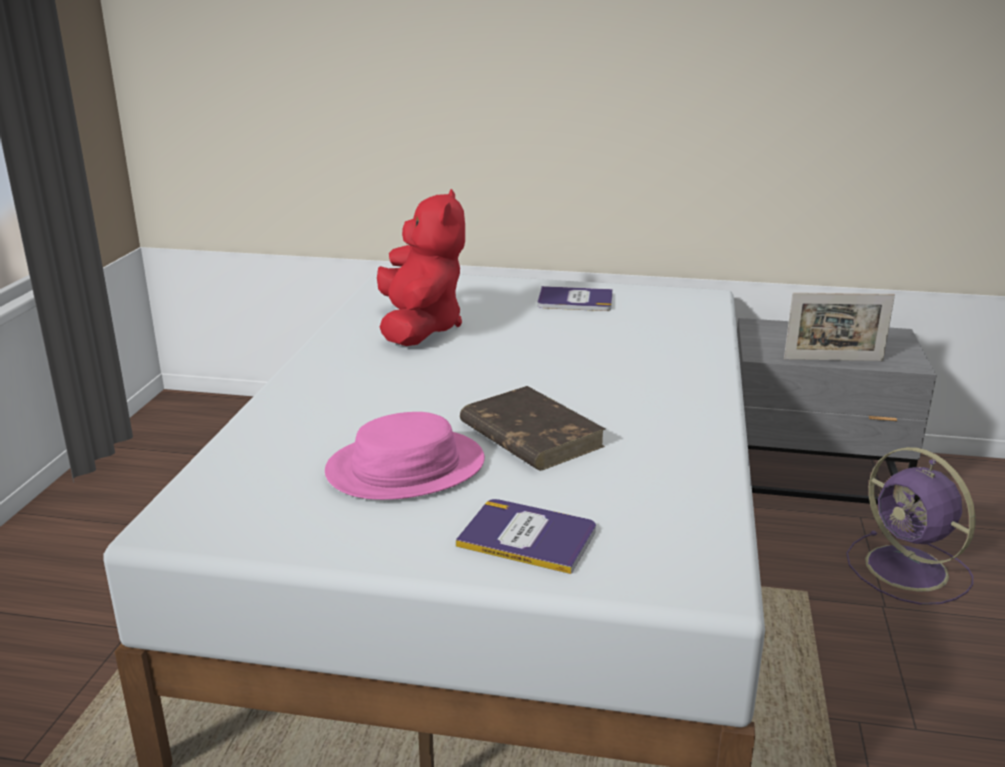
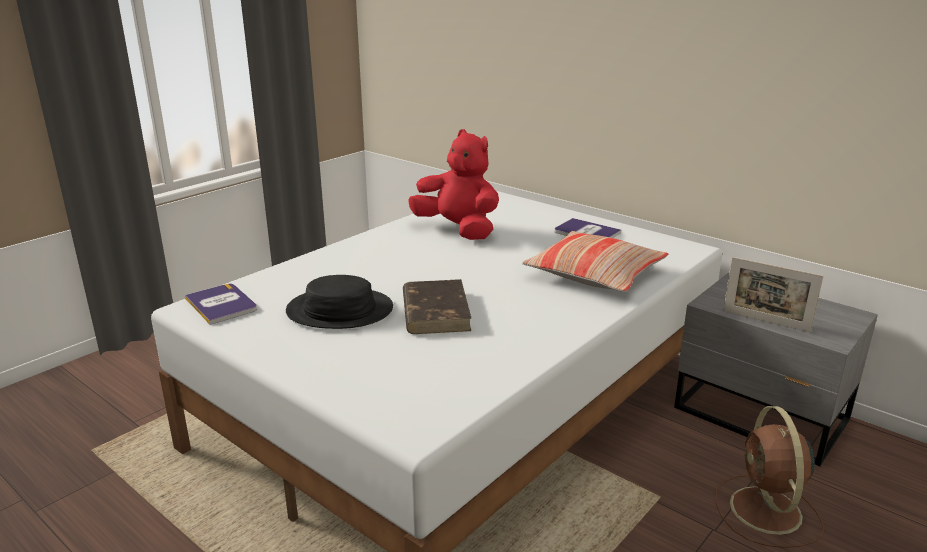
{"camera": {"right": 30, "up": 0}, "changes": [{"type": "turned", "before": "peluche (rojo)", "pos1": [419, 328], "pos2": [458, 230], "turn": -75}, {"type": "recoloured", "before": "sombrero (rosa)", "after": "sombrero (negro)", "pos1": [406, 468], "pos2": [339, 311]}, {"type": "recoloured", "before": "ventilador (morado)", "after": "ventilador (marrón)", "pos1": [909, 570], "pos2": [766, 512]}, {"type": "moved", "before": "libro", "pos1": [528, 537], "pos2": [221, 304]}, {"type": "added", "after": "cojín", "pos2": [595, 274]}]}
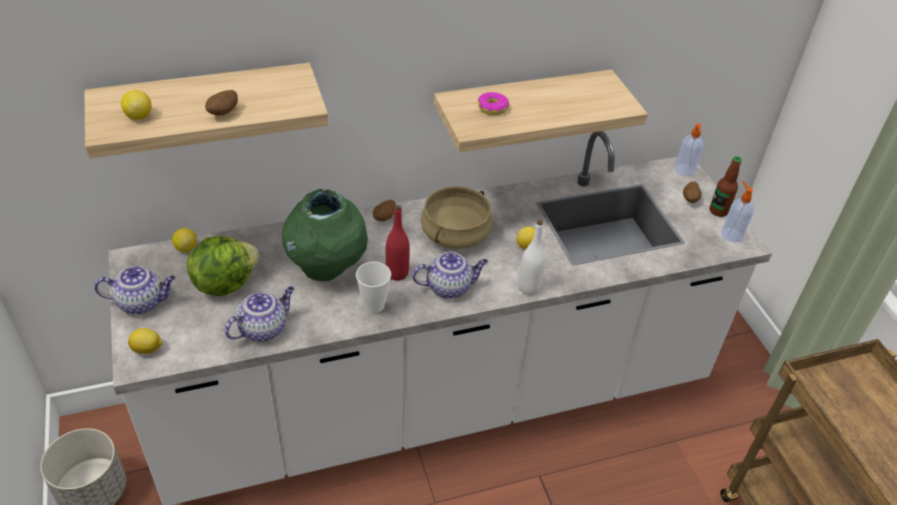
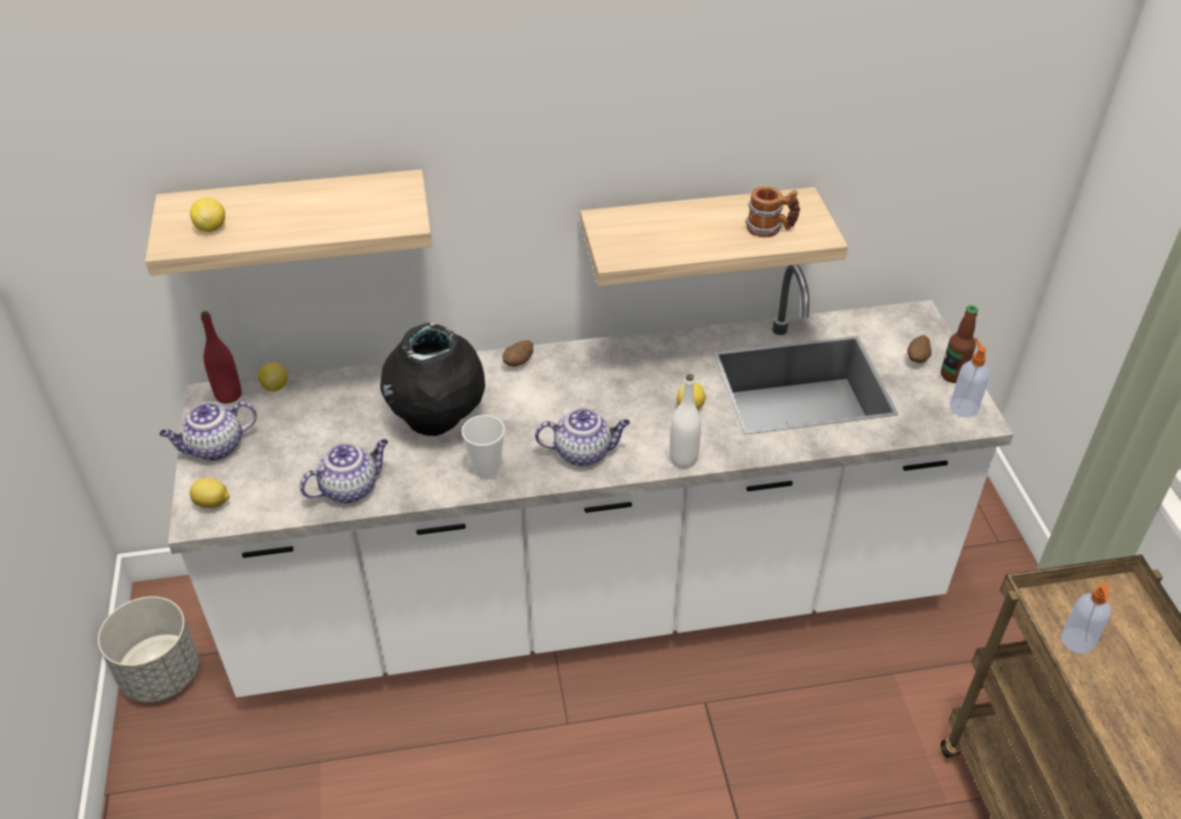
{"camera": {"right": 10, "up": 0}, "changes": [{"type": "removed", "before": "patata", "pos1": [224, 113]}, {"type": "removed", "before": "rosquilla", "pos1": [493, 108]}, {"type": "moved", "before": "dispensador de jabón", "pos1": [684, 170], "pos2": [1077, 642]}, {"type": "removed", "before": "olla (beis)", "pos1": [456, 235]}, {"type": "recoloured", "before": "florero (verde)", "after": "florero (negro)", "pos1": [327, 269], "pos2": [437, 421]}, {"type": "moved", "before": "botella (rojo)", "pos1": [397, 273], "pos2": [228, 395]}, {"type": "removed", "before": "lechuga", "pos1": [224, 283]}, {"type": "turned", "before": "tetera", "pos1": [142, 302], "pos2": [215, 448], "turn": 150}, {"type": "added", "after": "taza grande", "pos2": [770, 229]}]}
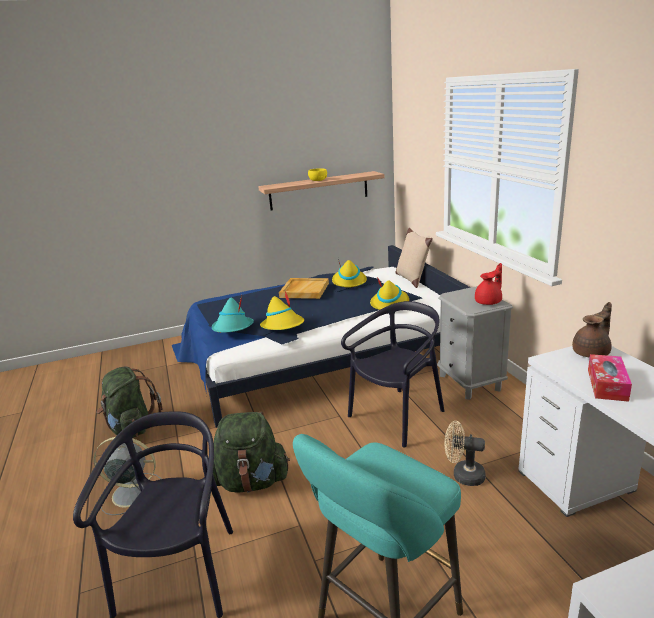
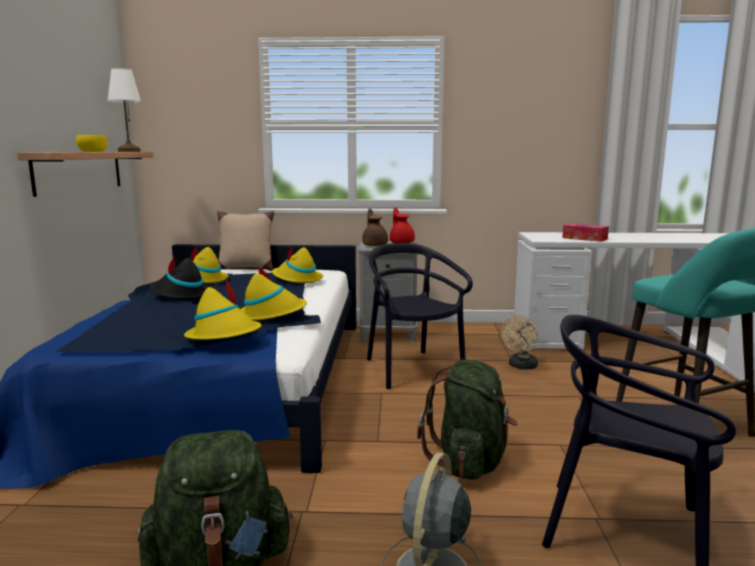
{"camera": {"right": -70, "up": -10}, "changes": [{"type": "replaced", "before": "bandeja (beis)", "after": "sombrero (negro)", "pos1": [304, 290], "pos2": [181, 295]}, {"type": "recoloured", "before": "sombrero (turquesa)", "after": "sombrero (amarillo)", "pos1": [232, 328], "pos2": [224, 336]}, {"type": "moved", "before": "tetera (marrón)", "pos1": [592, 352], "pos2": [375, 245]}, {"type": "added", "after": "lámpara de mesa (blanco)", "pos2": [128, 151]}]}
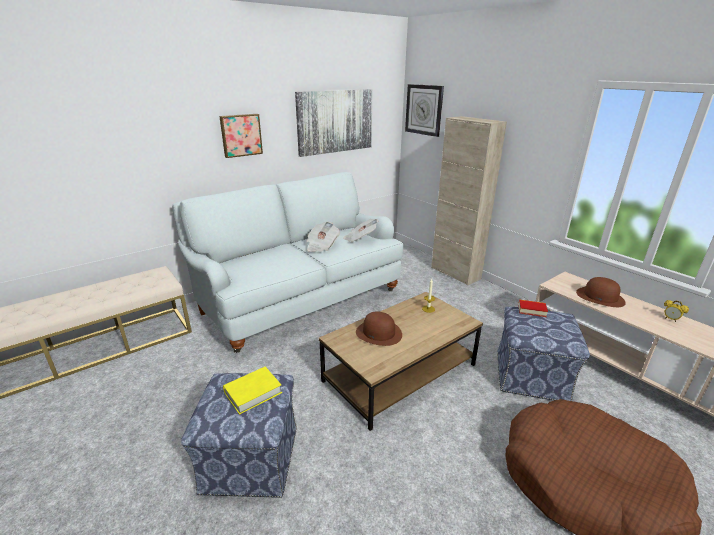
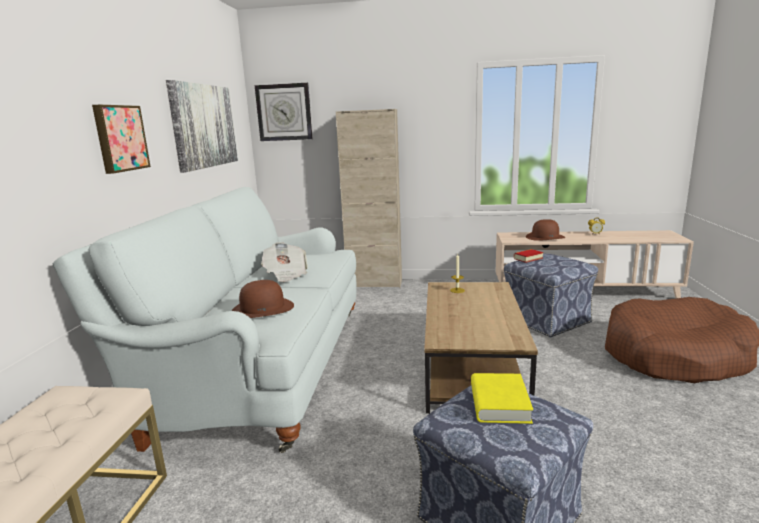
{"camera": {"right": -45, "up": -10}, "changes": [{"type": "removed", "before": "periódico", "pos1": [360, 239]}, {"type": "moved", "before": "sombrero (marrón)", "pos1": [379, 333], "pos2": [263, 308]}]}
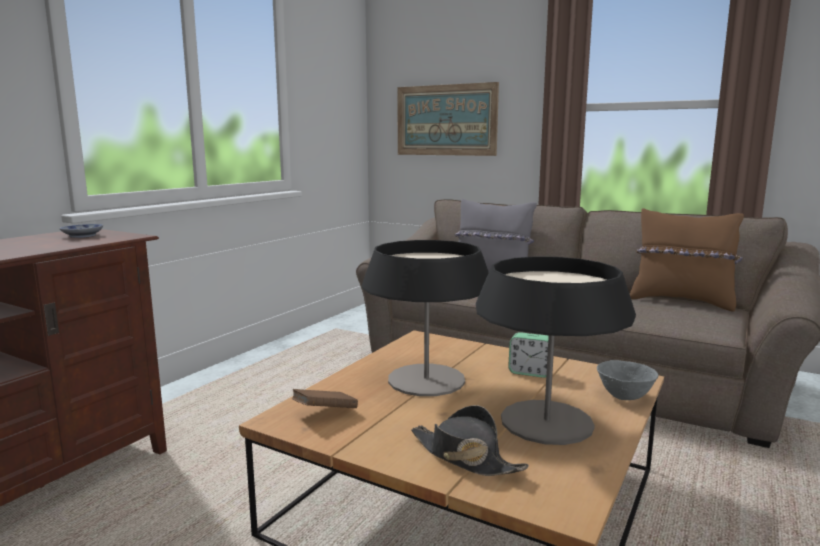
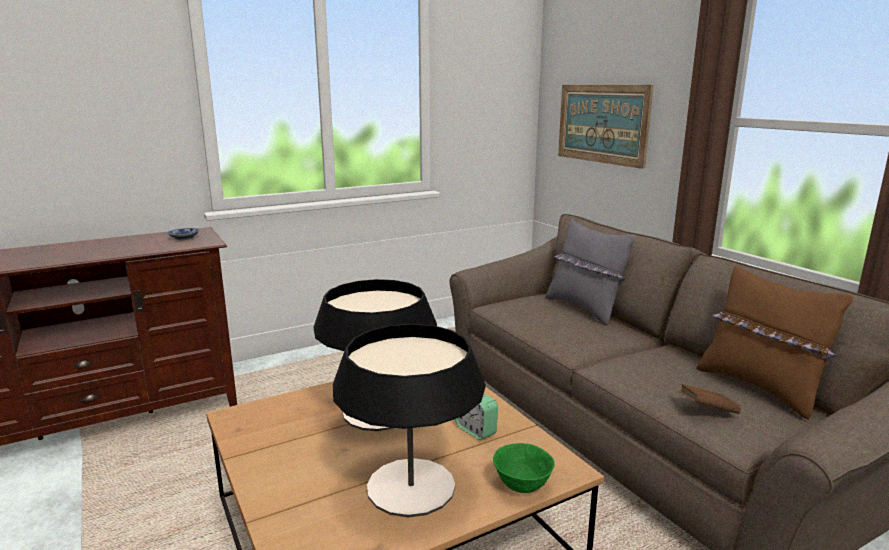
{"camera": {"right": 30, "up": 5}, "changes": [{"type": "recoloured", "before": "cuenco (gris)", "after": "cuenco (verde)", "pos1": [624, 396], "pos2": [522, 486]}, {"type": "moved", "before": "libro (marrón)", "pos1": [325, 413], "pos2": [707, 410]}, {"type": "removed", "before": "sombrero (negro)", "pos1": [464, 456]}]}
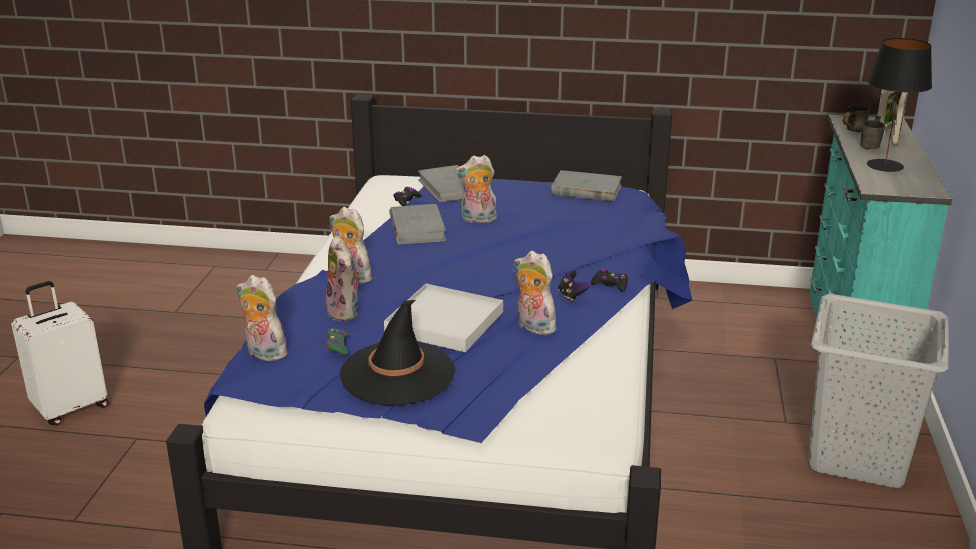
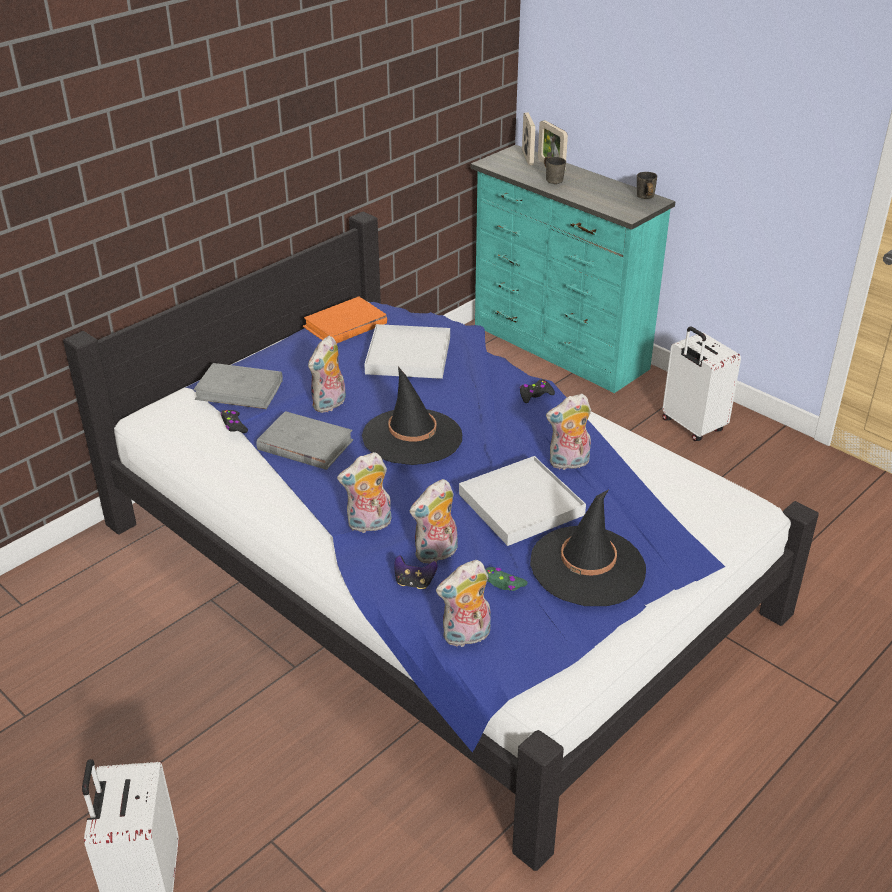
{"camera": {"right": -55, "up": 10}, "changes": [{"type": "removed", "before": "lámpara de mesa (negro)", "pos1": [885, 165]}, {"type": "moved", "before": "taza grande (gris)", "pos1": [851, 131], "pos2": [643, 198]}, {"type": "recoloured", "before": "libro (gris)", "after": "libro (naranja)", "pos1": [586, 190], "pos2": [345, 325]}, {"type": "turned", "before": "peluche", "pos1": [346, 312], "pos2": [436, 554], "turn": 135}, {"type": "moved", "before": "mando de consola", "pos1": [571, 296], "pos2": [414, 582]}, {"type": "replaced", "before": "cesto de la ropa (gris)", "after": "maleta (blanco)", "pos1": [856, 456], "pos2": [691, 426]}, {"type": "added", "after": "bandeja (blanco)", "pos2": [408, 355]}, {"type": "added", "after": "sombrero (negro)", "pos2": [412, 437]}]}
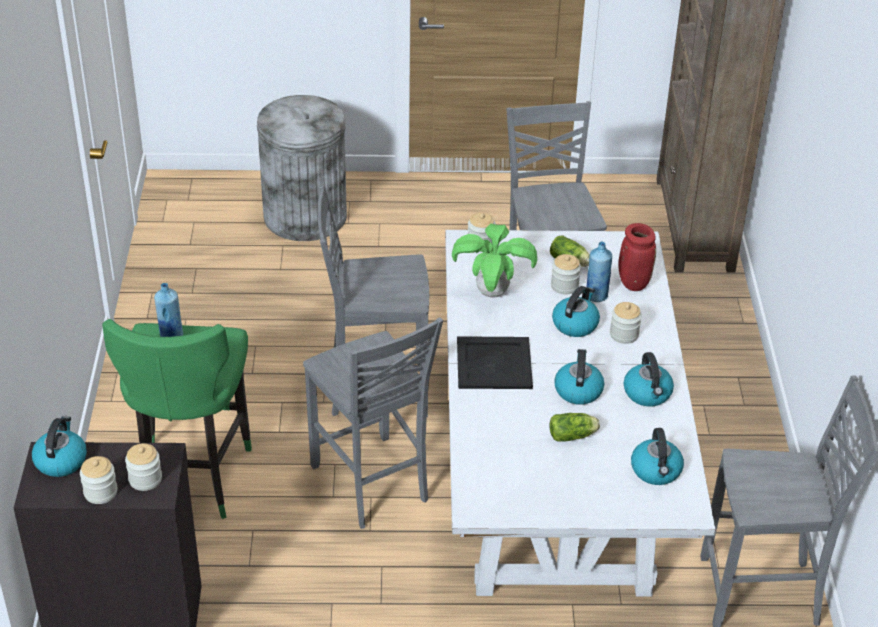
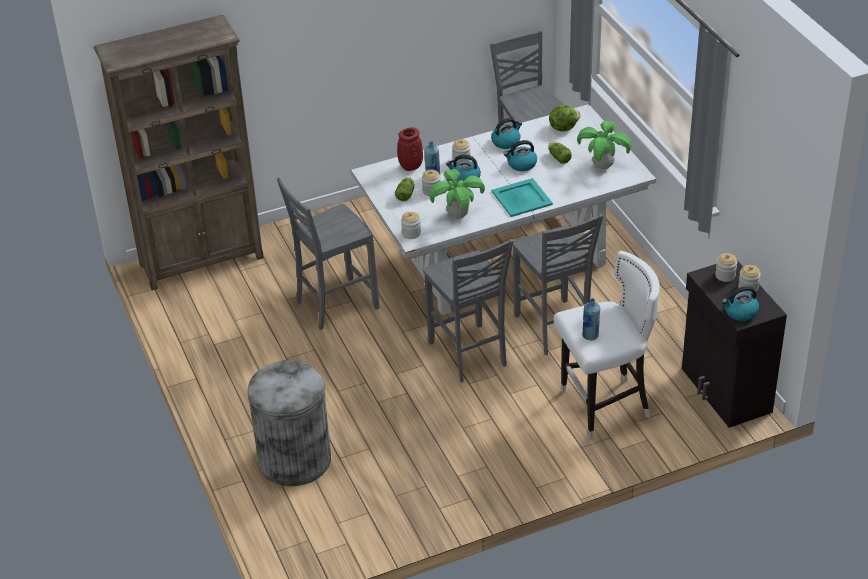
{"camera": {"right": -110, "up": 0}, "changes": [{"type": "turned", "before": "silla (gris)", "pos1": [371, 485], "pos2": [553, 329], "turn": 120}, {"type": "recoloured", "before": "taburete (verde)", "after": "taburete (blanco)", "pos1": [192, 477], "pos2": [604, 407]}, {"type": "recoloured", "before": "bandeja (negro)", "after": "bandeja (turquesa)", "pos1": [494, 364], "pos2": [522, 197]}, {"type": "replaced", "before": "hervidor", "after": "lechuga", "pos1": [656, 471], "pos2": [563, 127]}, {"type": "added", "after": "planta en maceta", "pos2": [603, 166]}]}
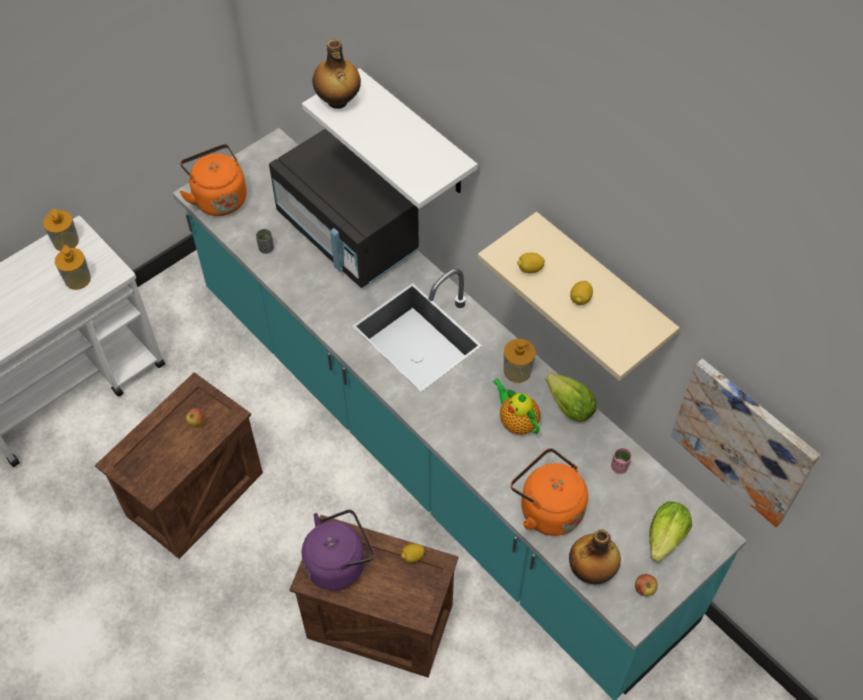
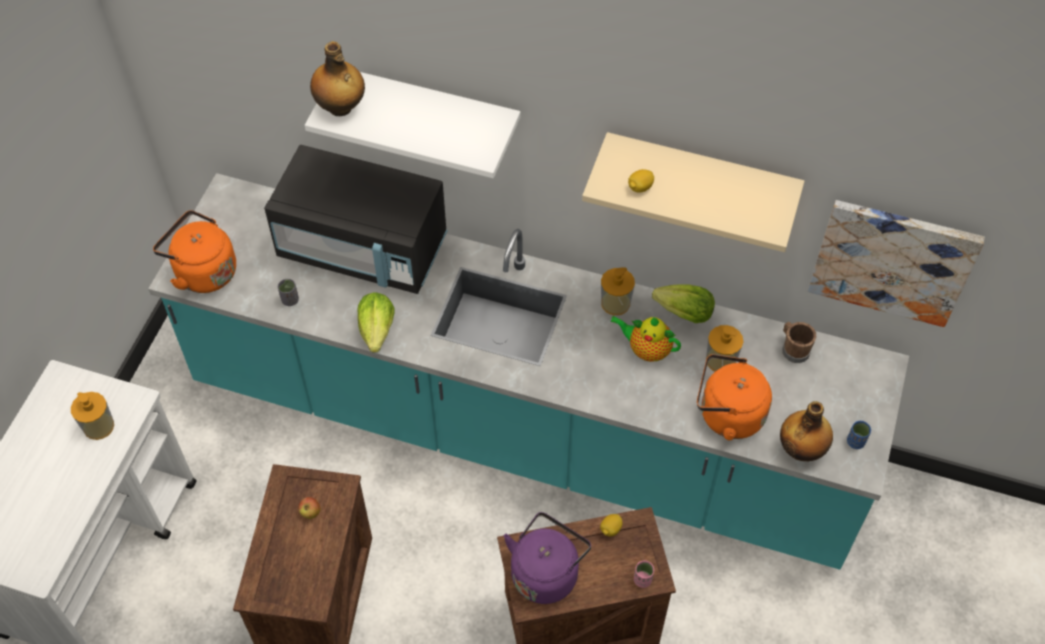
{"camera": {"right": -30, "up": 0}, "changes": [{"type": "moved", "before": "dispensador de jabón", "pos1": [66, 241], "pos2": [721, 360]}, {"type": "removed", "before": "limón", "pos1": [580, 299]}, {"type": "moved", "before": "taza (rosa)", "pos1": [619, 467], "pos2": [642, 580]}, {"type": "moved", "before": "lechuga", "pos1": [666, 537], "pos2": [377, 330]}, {"type": "replaced", "before": "manzana", "after": "taza (azul)", "pos1": [644, 589], "pos2": [855, 442]}, {"type": "added", "after": "taza grande (marrón)", "pos2": [793, 349]}]}
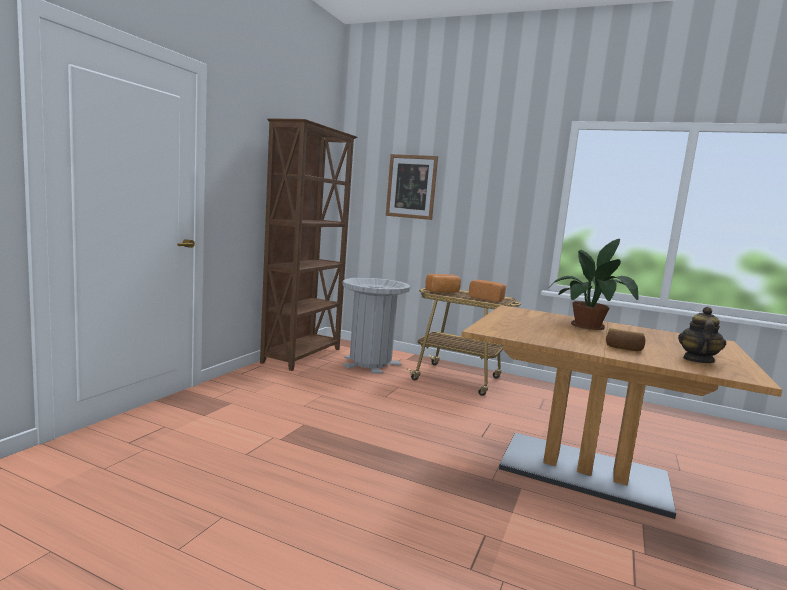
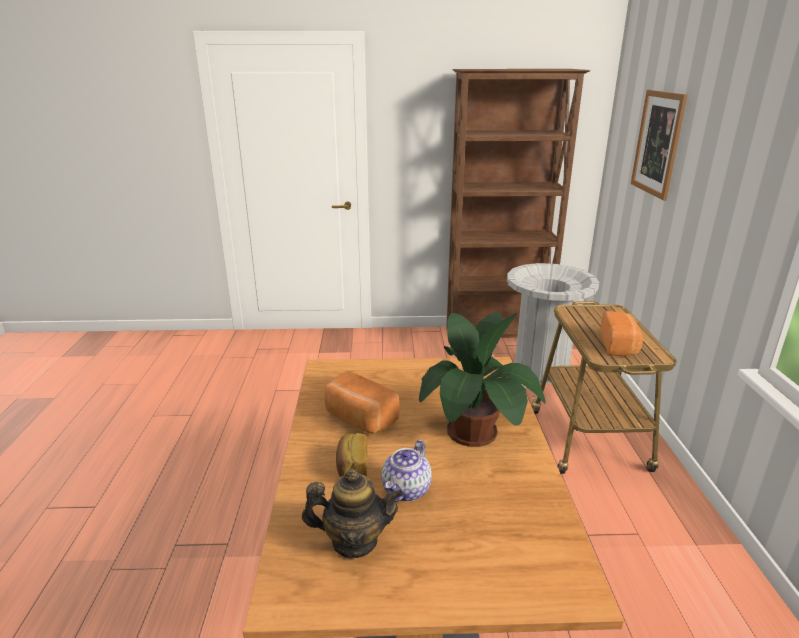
{"camera": {"right": 65, "up": 15}, "changes": [{"type": "moved", "before": "pan", "pos1": [443, 292], "pos2": [359, 419]}, {"type": "added", "after": "tetera", "pos2": [407, 490]}]}
